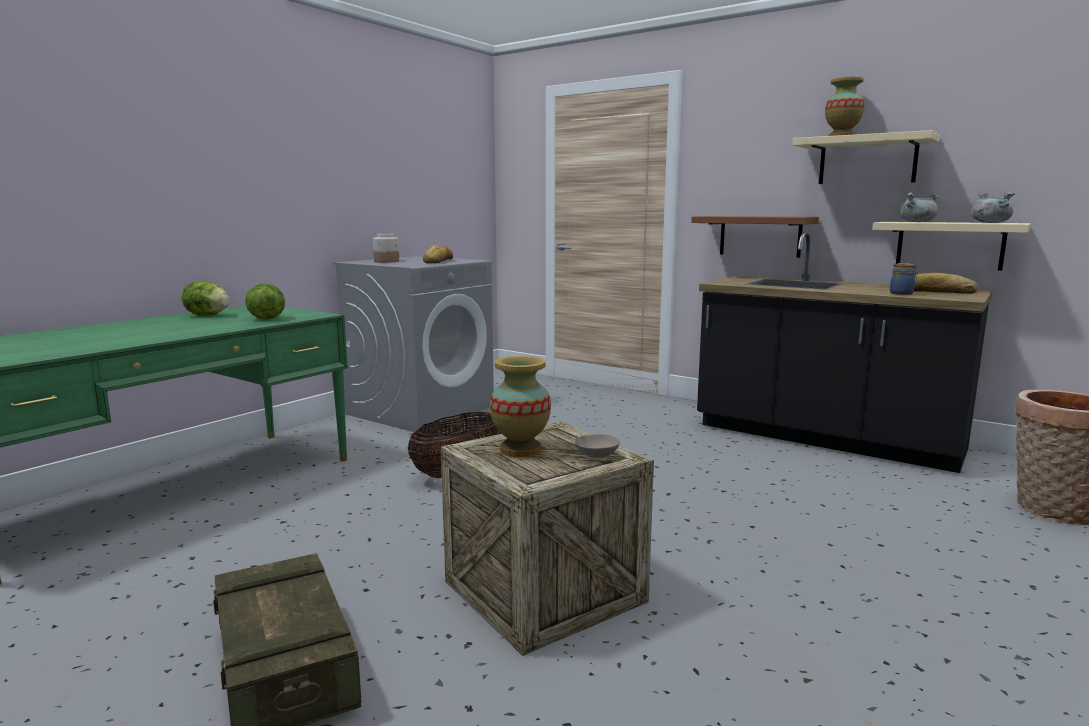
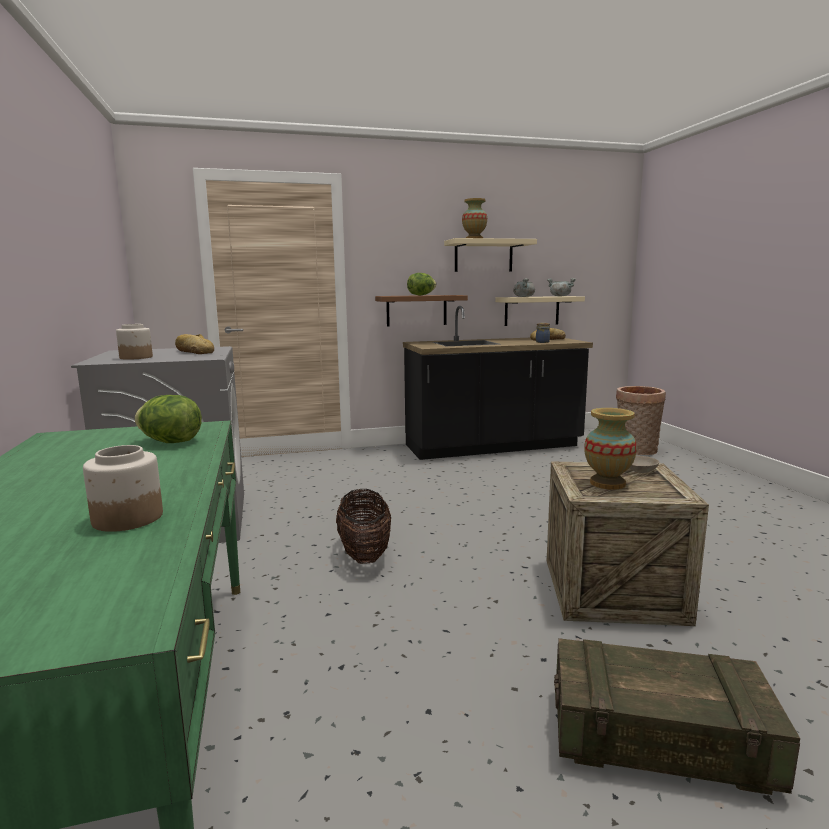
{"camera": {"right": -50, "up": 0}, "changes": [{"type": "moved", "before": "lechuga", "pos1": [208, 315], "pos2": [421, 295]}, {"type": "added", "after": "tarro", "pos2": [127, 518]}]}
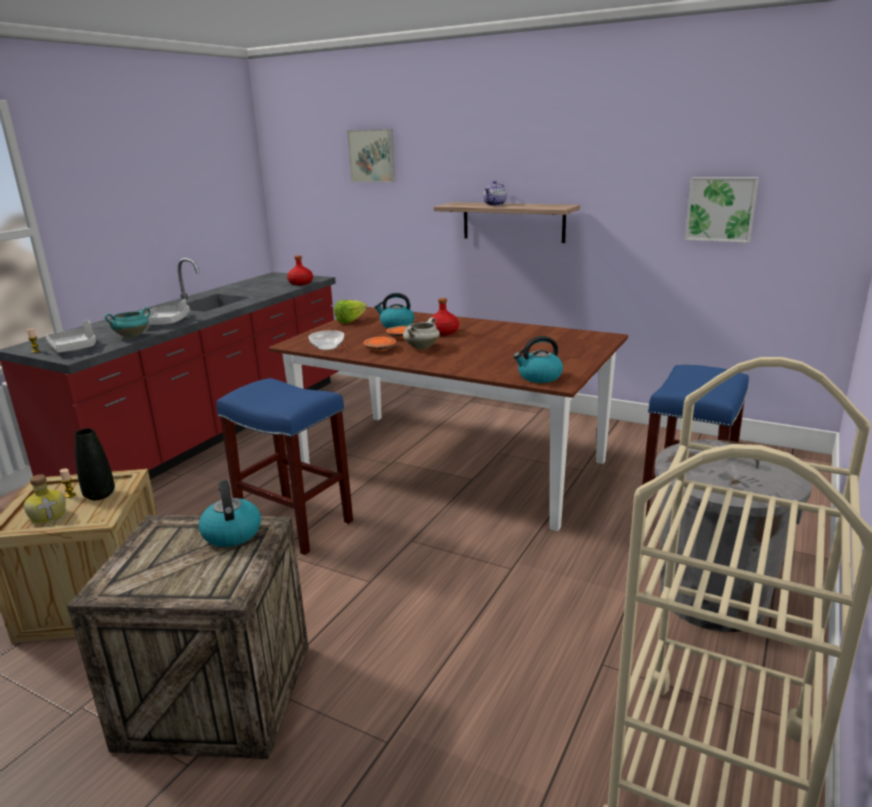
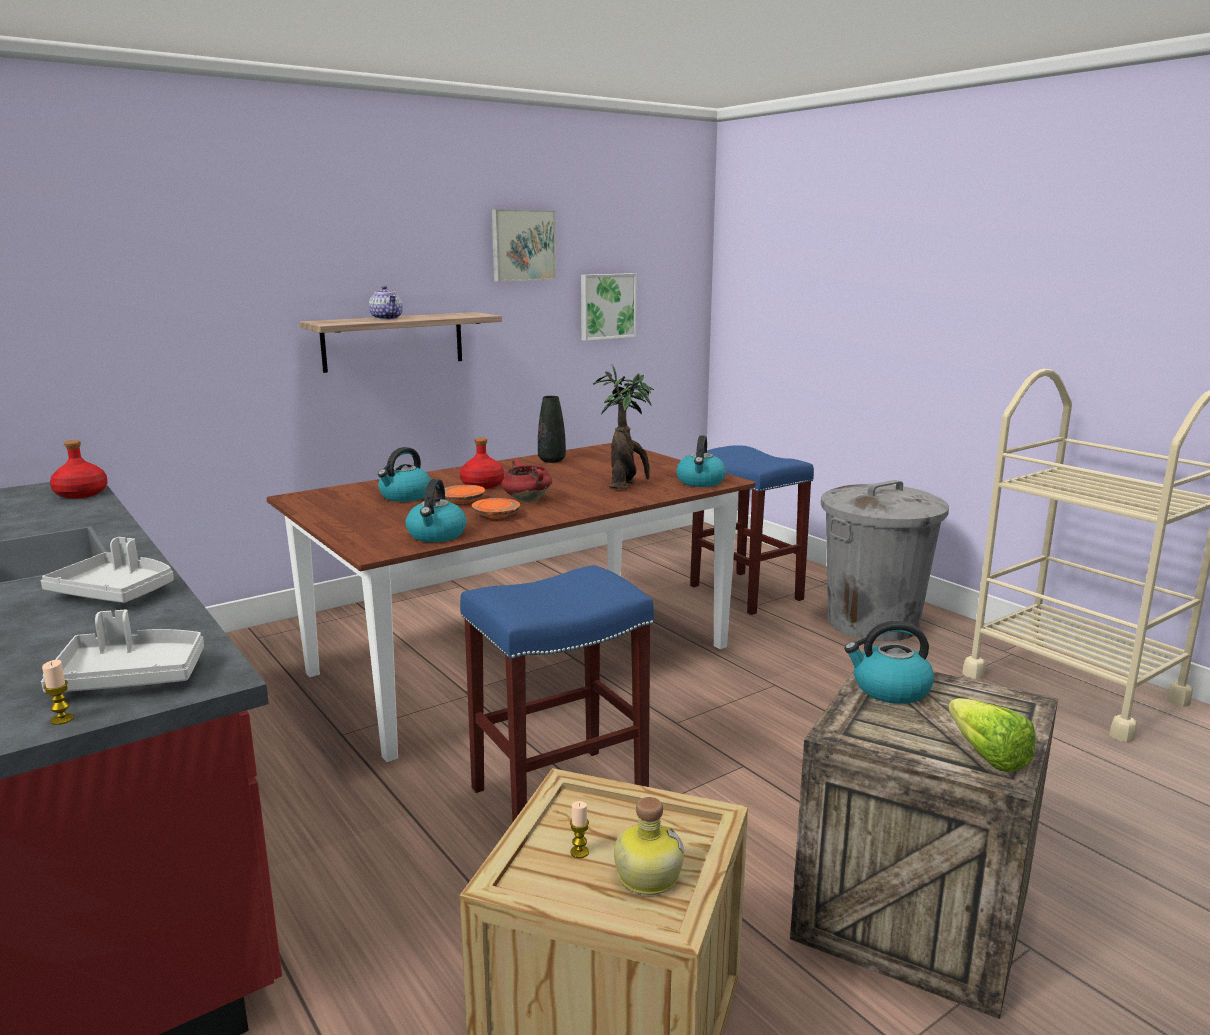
{"camera": {"right": -65, "up": -5}, "changes": [{"type": "moved", "before": "cuadro", "pos1": [372, 155], "pos2": [522, 245]}, {"type": "moved", "before": "lechuga", "pos1": [353, 320], "pos2": [983, 752]}, {"type": "removed", "before": "olla (turquesa)", "pos1": [132, 336]}, {"type": "recoloured", "before": "olla (blanco)", "after": "olla (rojo)", "pos1": [422, 347], "pos2": [526, 500]}, {"type": "replaced", "before": "cuenco", "after": "hervidor", "pos1": [328, 347], "pos2": [436, 535]}, {"type": "moved", "before": "florero (negro)", "pos1": [100, 495], "pos2": [551, 460]}, {"type": "added", "after": "planta en maceta", "pos2": [626, 485]}]}
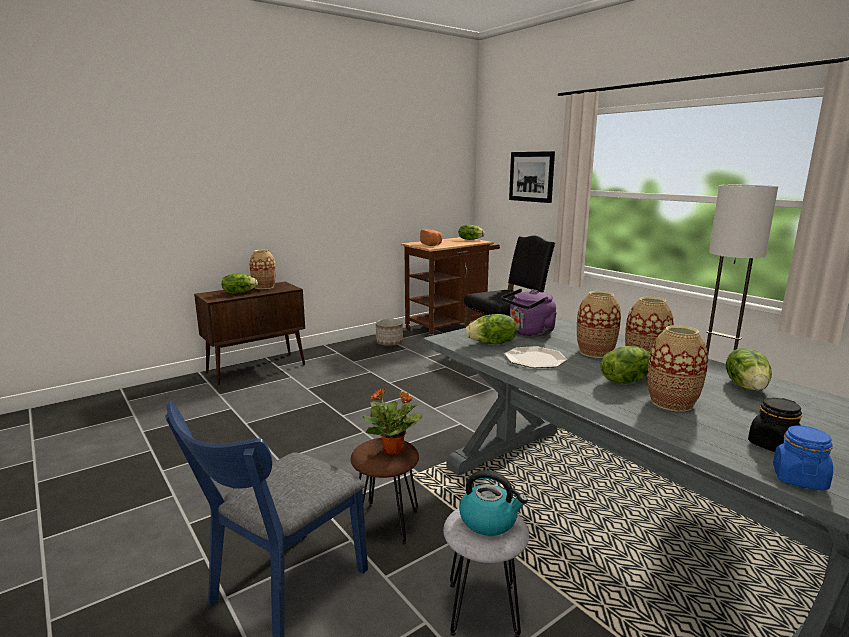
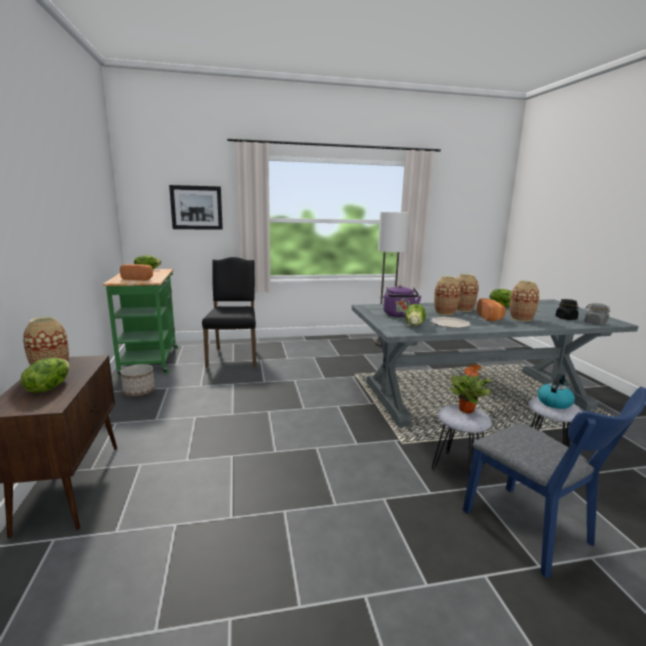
{"camera": {"right": -65, "up": 0}, "changes": [{"type": "recoloured", "before": "carrito (marrón)", "after": "carrito (verde)", "pos1": [450, 327], "pos2": [150, 359]}, {"type": "replaced", "before": "lechuga", "after": "pan", "pos1": [626, 380], "pos2": [491, 318]}, {"type": "recoloured", "before": "tarro (azul)", "after": "tarro (gris)", "pos1": [799, 478], "pos2": [595, 323]}, {"type": "recoloured", "before": "taburete (marrón)", "after": "taburete (gris)", "pos1": [385, 523], "pos2": [457, 468]}]}
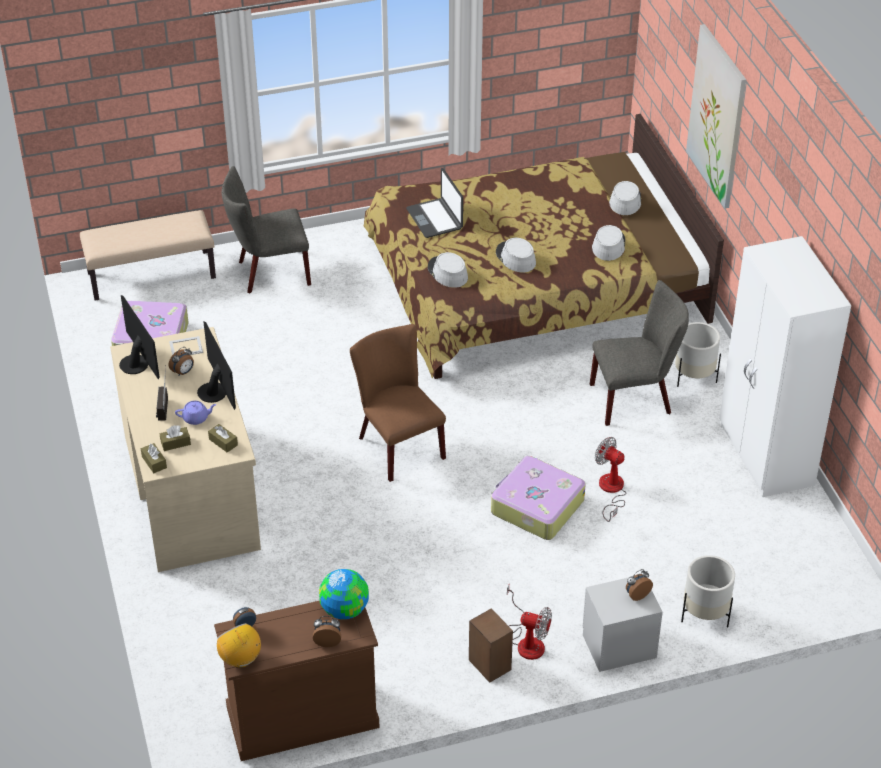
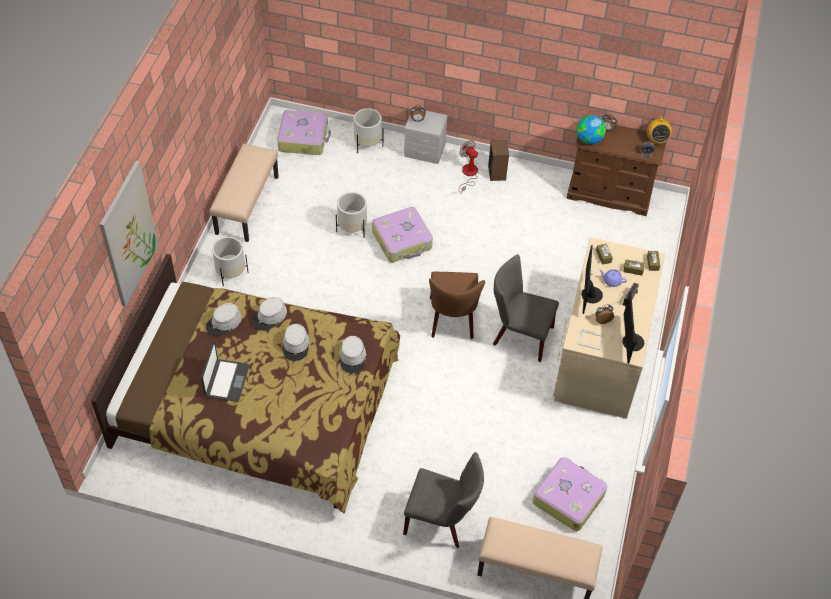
{"camera": {"right": -150, "up": 10}, "changes": [{"type": "moved", "before": "portátil", "pos1": [435, 219], "pos2": [226, 381]}, {"type": "moved", "before": "sombrero (gris)", "pos1": [625, 200], "pos2": [269, 316]}, {"type": "replaced", "before": "armario ropero (blanco)", "after": "banco (beis)", "pos1": [765, 456], "pos2": [246, 205]}, {"type": "moved", "before": "silla (gris)", "pos1": [636, 398], "pos2": [519, 335]}, {"type": "replaced", "before": "ventilador", "after": "maceta (blanco)", "pos1": [611, 491], "pos2": [352, 228]}, {"type": "added", "after": "maleta", "pos2": [304, 138]}]}
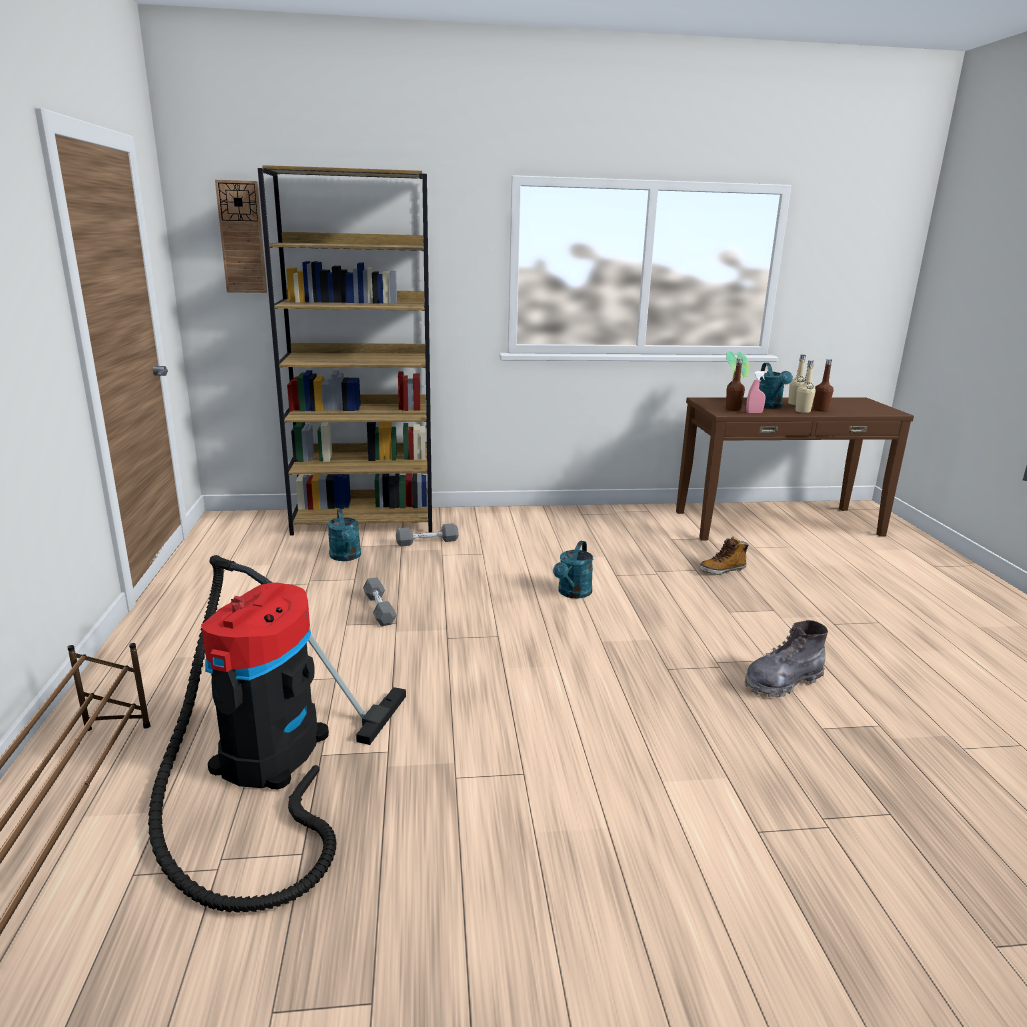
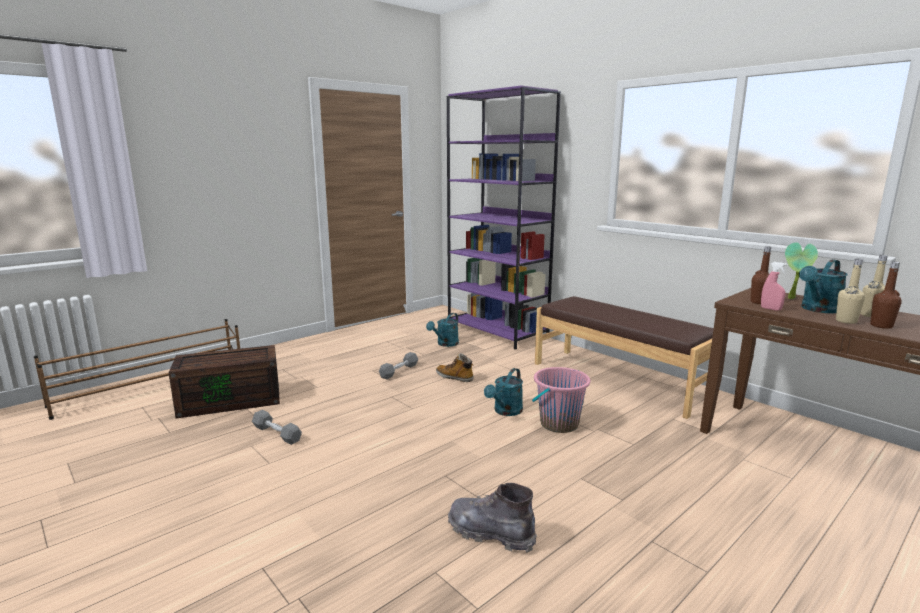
{"camera": {"right": 55, "up": -5}, "changes": [{"type": "recoloured", "before": "estantería (marrón)", "after": "estantería (morado)", "pos1": [365, 520], "pos2": [497, 332]}, {"type": "removed", "before": "reloj de pared", "pos1": [242, 237]}, {"type": "moved", "before": "mancuerna (gris)", "pos1": [427, 542], "pos2": [277, 434]}, {"type": "moved", "before": "bota", "pos1": [722, 570], "pos2": [455, 377]}, {"type": "turned", "before": "regadera (turquesa)", "pos1": [572, 593], "pos2": [505, 412], "turn": -45}, {"type": "replaced", "before": "aspiradora", "after": "caja de almacenaje (marrón)", "pos1": [266, 762], "pos2": [232, 400]}, {"type": "added", "after": "banco (marrón)", "pos2": [619, 380]}, {"type": "added", "after": "cubo (rosa)", "pos2": [558, 424]}]}
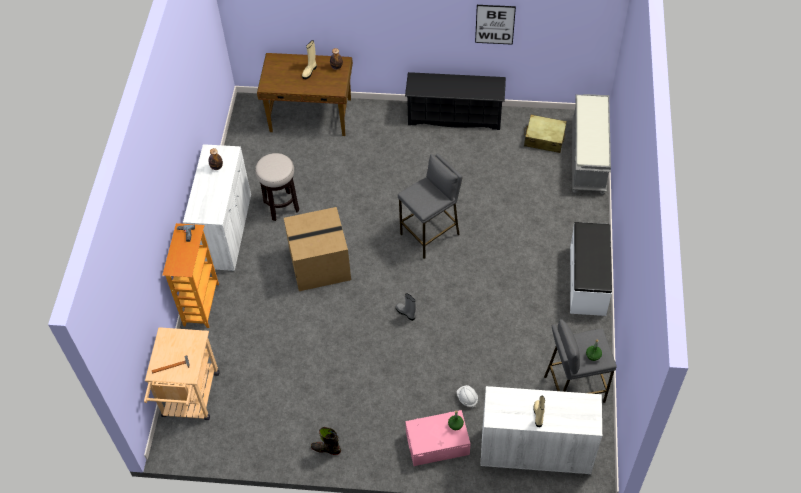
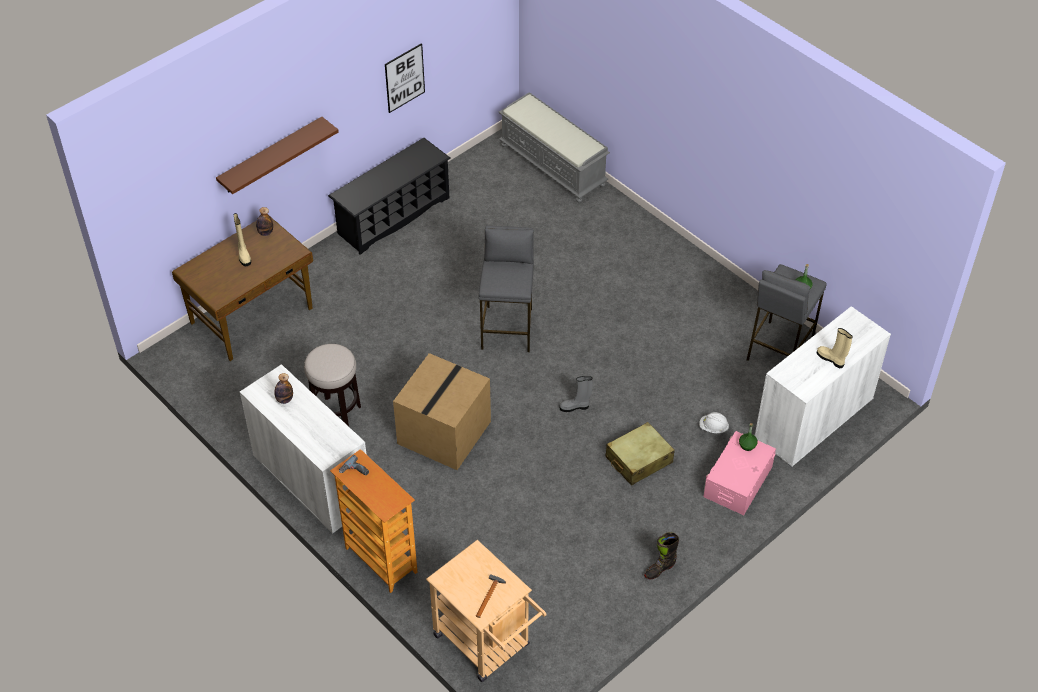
{"camera": {"right": -50, "up": -5}, "changes": [{"type": "moved", "before": "maleta (beis)", "pos1": [544, 138], "pos2": [638, 460]}, {"type": "removed", "before": "banco (blanco)", "pos1": [588, 280]}, {"type": "added", "after": "estante (marrón)", "pos2": [271, 156]}]}
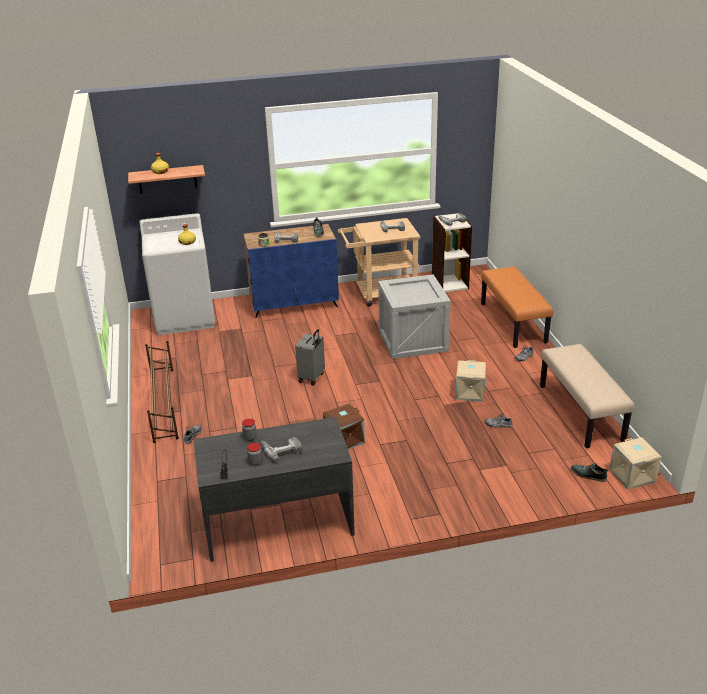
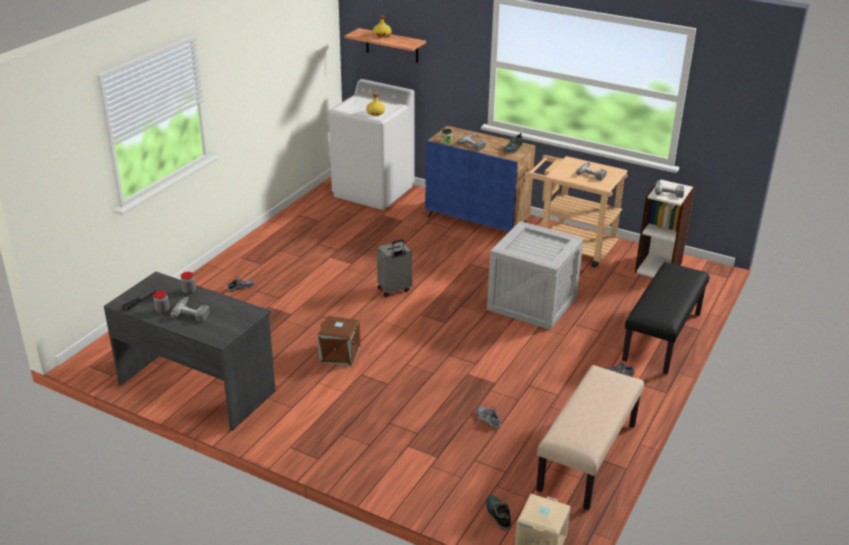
{"camera": {"right": 40, "up": 0}, "changes": [{"type": "recoloured", "before": "banco (naranja)", "after": "banco (negro)", "pos1": [513, 323], "pos2": [662, 337]}, {"type": "removed", "before": "zapatero (marrón)", "pos1": [164, 403]}, {"type": "removed", "before": "caja de almacenaje (beis)", "pos1": [470, 392]}]}
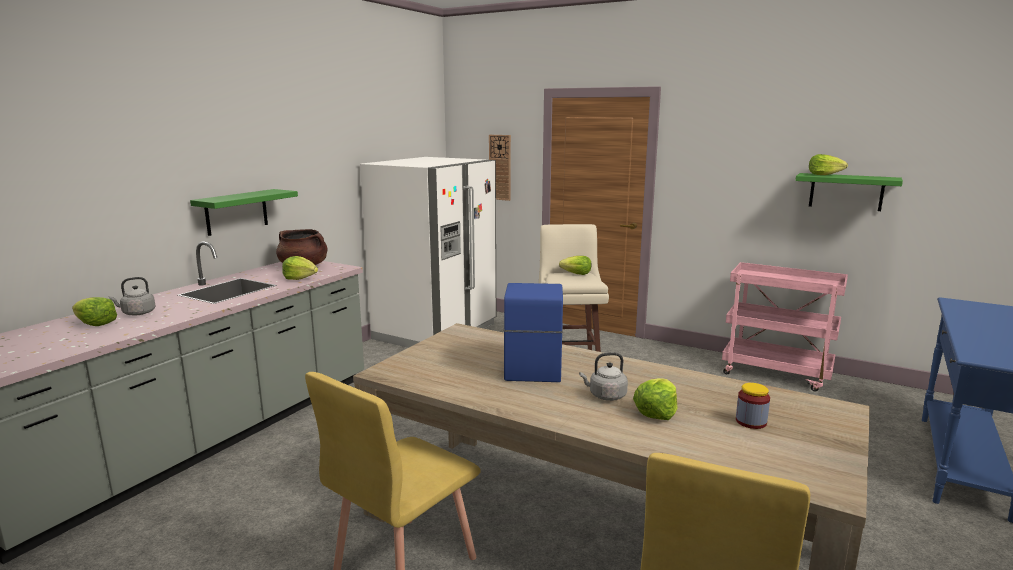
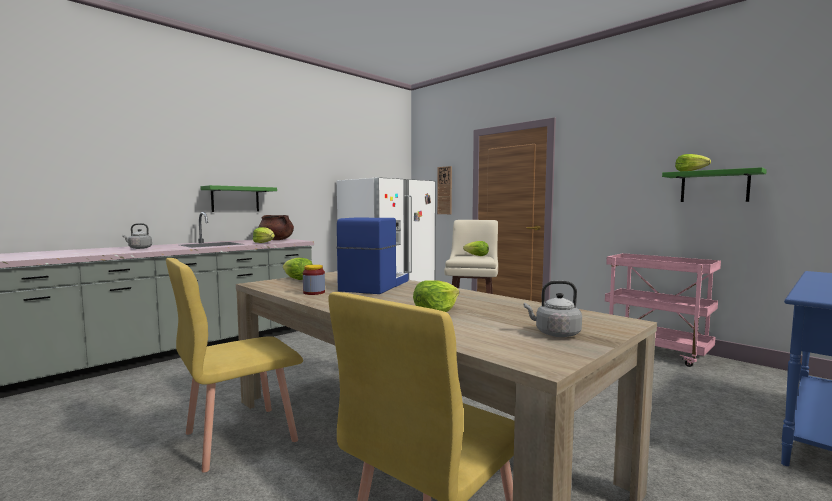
{"camera": {"right": 15, "up": -10}, "changes": [{"type": "moved", "before": "lechuga", "pos1": [95, 324], "pos2": [297, 279]}, {"type": "moved", "before": "hervidor (gris)", "pos1": [605, 396], "pos2": [555, 334]}, {"type": "moved", "before": "tarro", "pos1": [751, 422], "pos2": [314, 292]}]}
